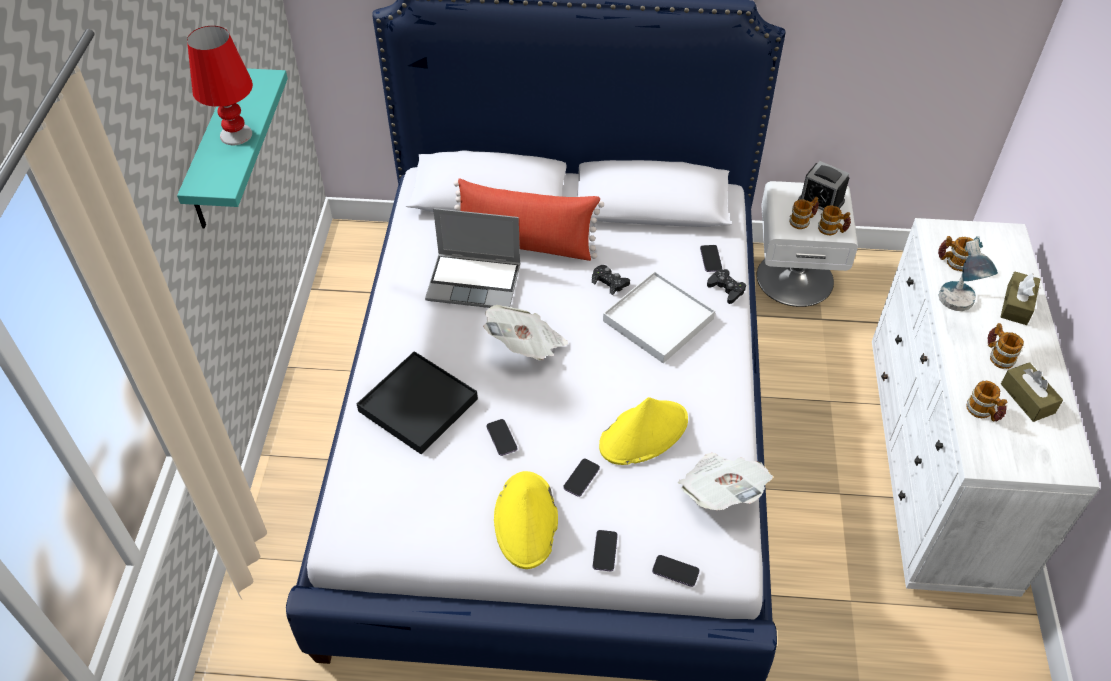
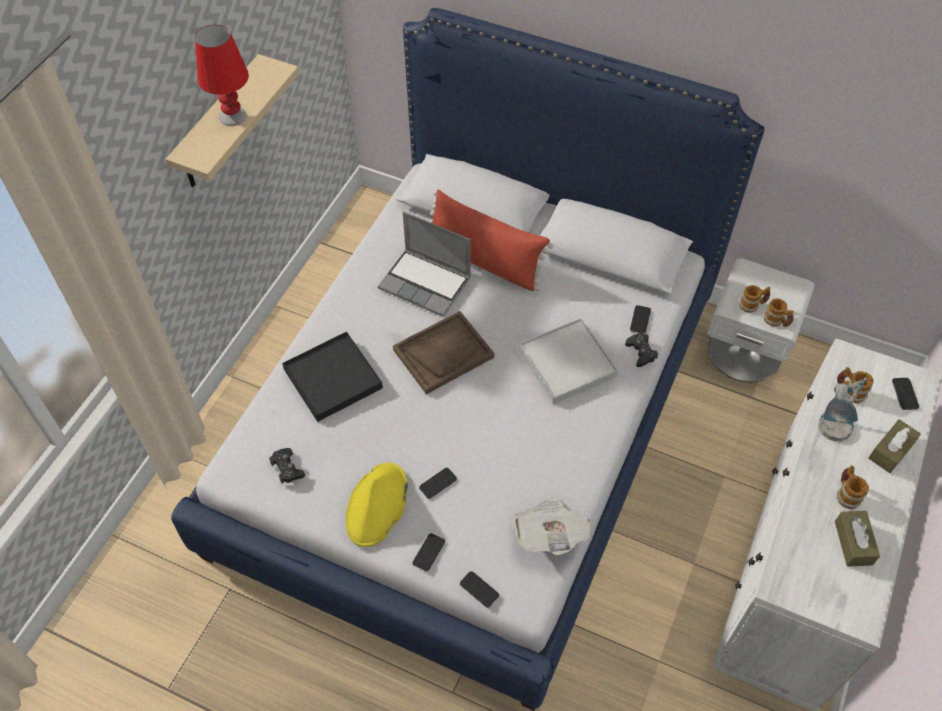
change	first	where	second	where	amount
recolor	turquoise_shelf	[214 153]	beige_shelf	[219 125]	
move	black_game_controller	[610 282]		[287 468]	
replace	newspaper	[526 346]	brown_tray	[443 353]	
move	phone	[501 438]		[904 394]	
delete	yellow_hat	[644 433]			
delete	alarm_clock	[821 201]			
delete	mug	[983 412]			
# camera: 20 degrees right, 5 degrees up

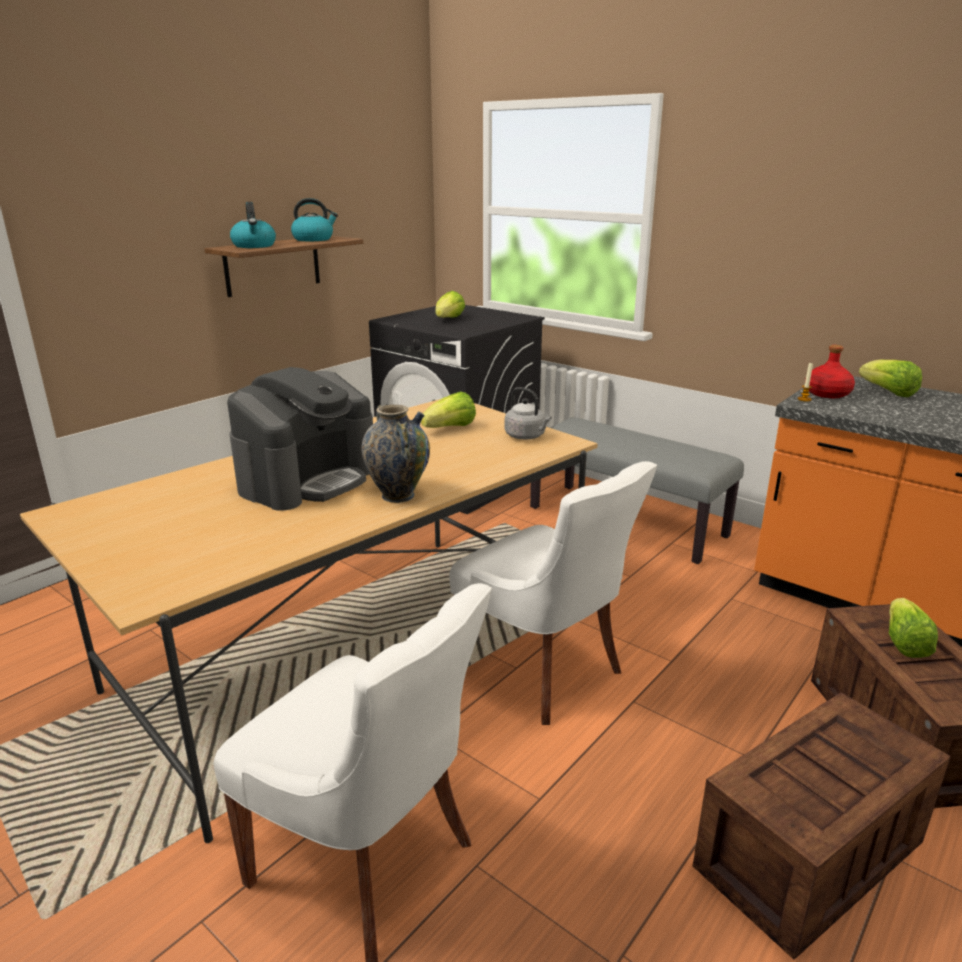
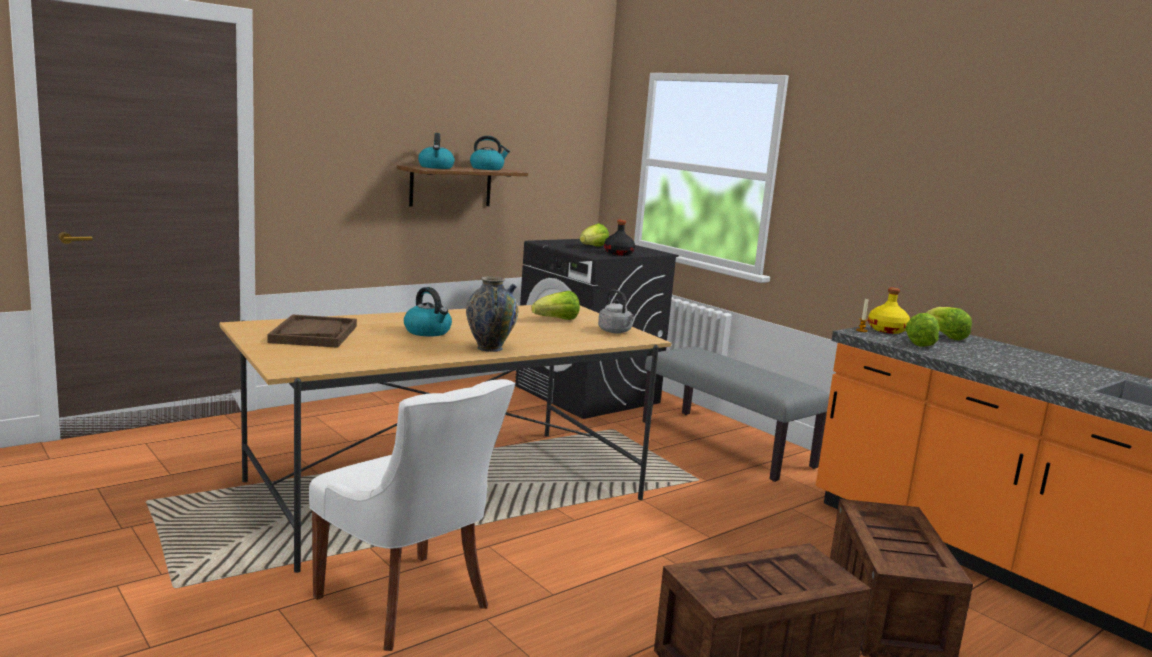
change	first	where	second	where	amount
insert			brown_tray	[314 334]	
replace	coffee_machine	[308 479]	kettle	[428 332]	
insert			black_bottle	[619 253]	
recolor	red_bottle	[827 393]	yellow_bottle	[887 330]	
move	lettuce	[904 643]		[920 343]	
delete	white_chair	[544 672]			
# camera: 10 degrees right, 10 degrees down

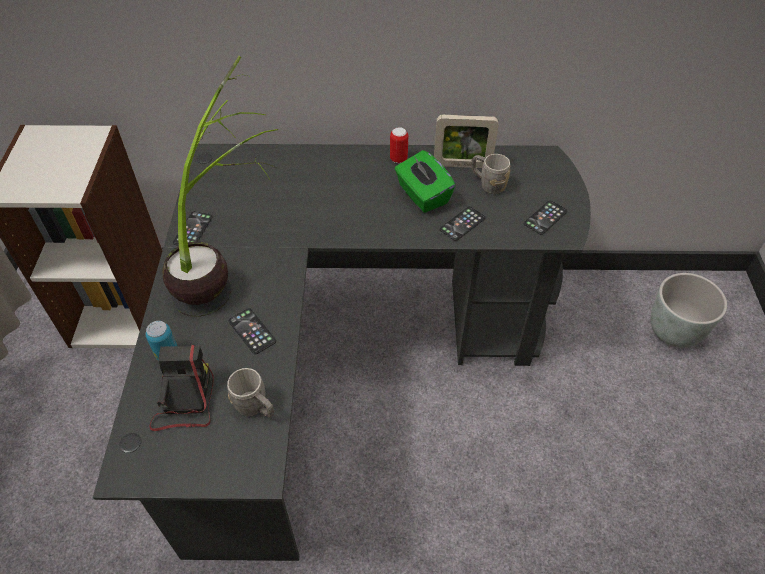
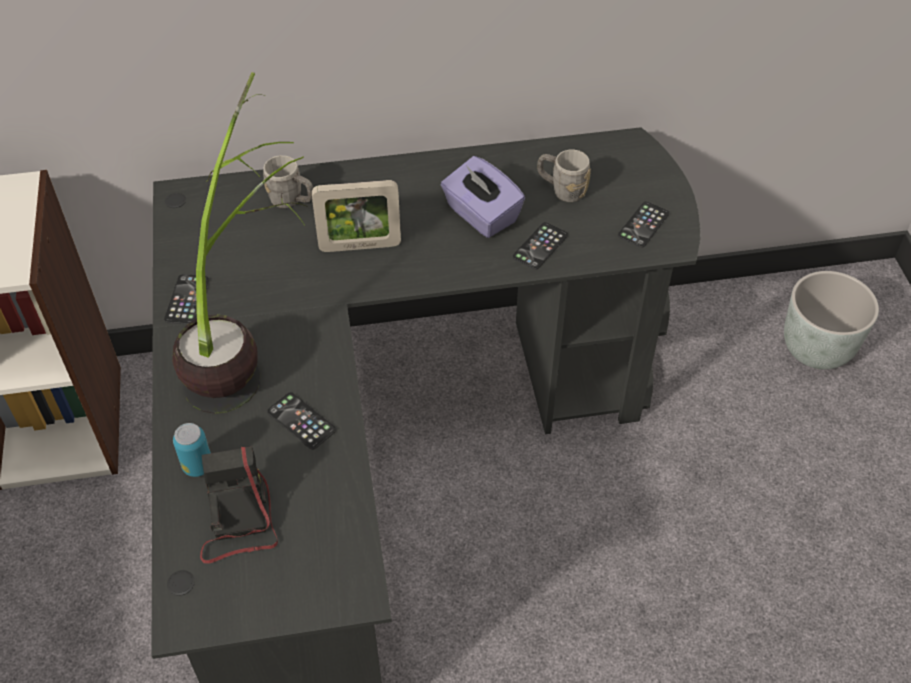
change	first	where	second	where	amount
move	grey_mug	[256 408]		[292 201]	
move	picture_frame	[462 165]		[360 246]	
recolor	green_tissue_box	[422 195]	purple_tissue_box	[481 215]	
delete	can	[398 159]			
# camera: 10 degrees left, 0 degrees up

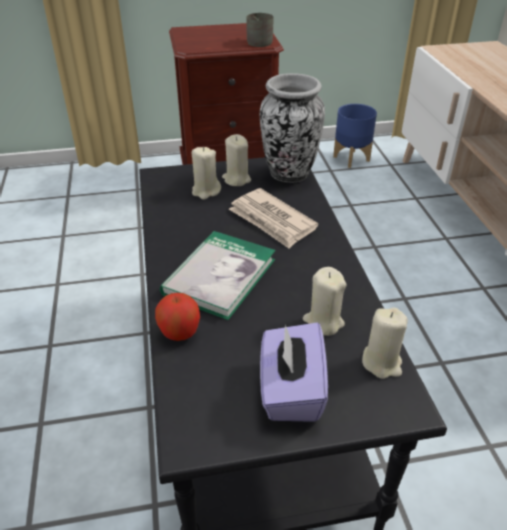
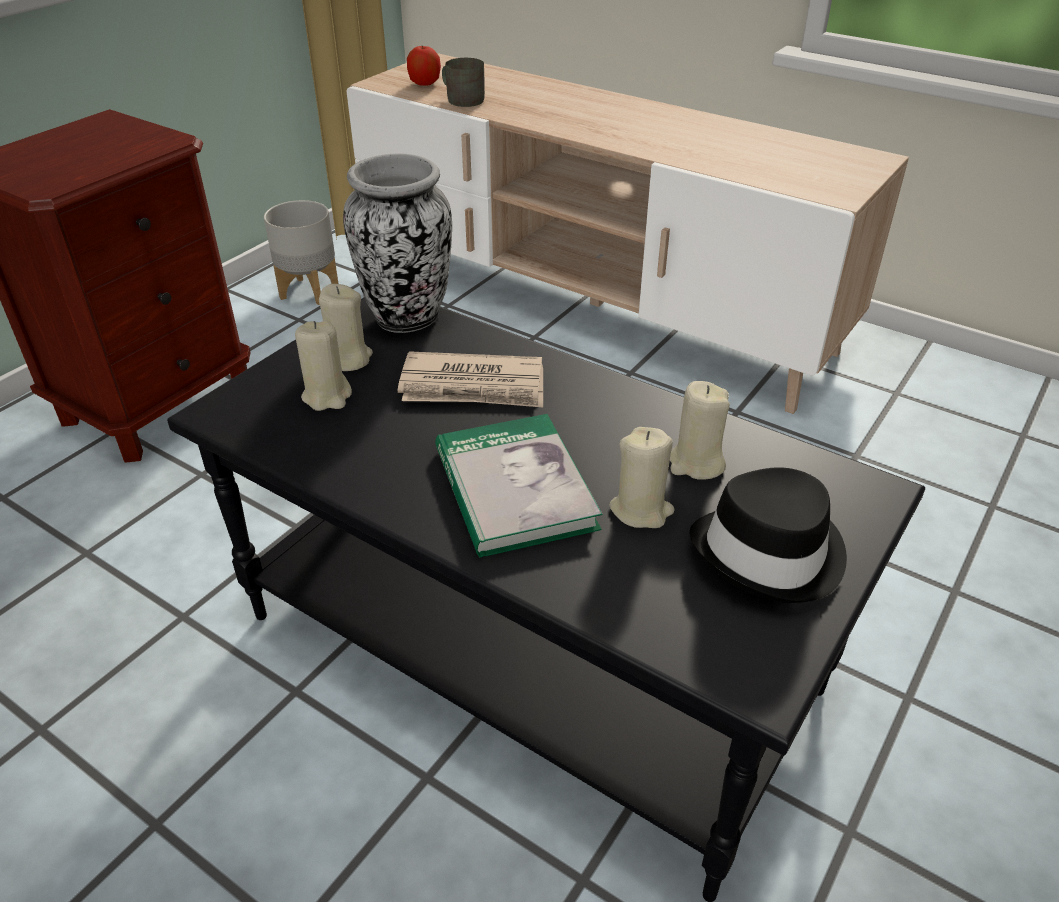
change	first	where	second	where	amount
recolor	blue_planter	[352 158]	grey_planter	[309 290]	
move	apple	[179 332]		[424 84]	
move	grey_mug	[259 41]		[462 99]	
move	beige_candle	[382 362]		[641 510]	
replace	purple_tissue_box	[291 391]	black_hat	[771 553]	
# camera: 45 degrees left, 0 degrees up

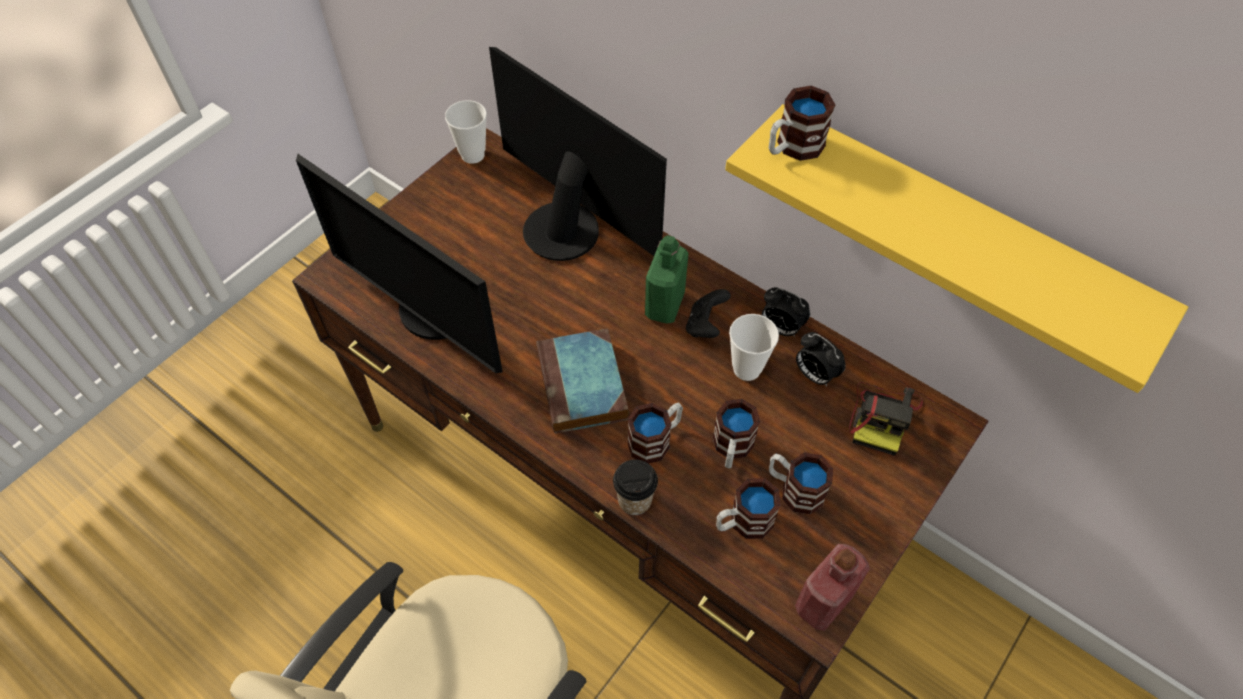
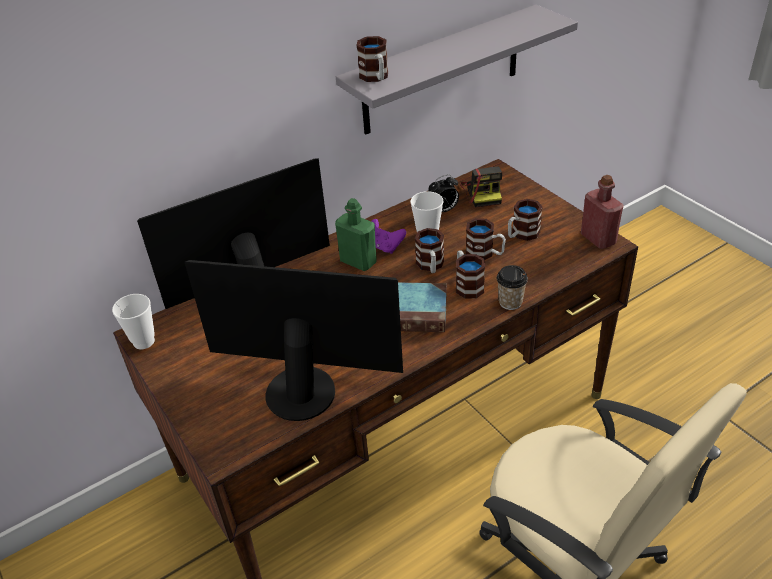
change	first	where	second	where	amount
rotate	monitor	[432 313]		[302 387]	135 degrees counterclockwise
recolor	yellow_shelf	[952 237]	grey_shelf	[442 71]	
recolor	black_game_controller	[705 325]	purple_game_controller	[384 247]	
move	mug	[743 522]		[430 266]	
rotate	photo_camera	[882 417]		[483 192]	45 degrees clockwise
delete	alarm_clock	[780 328]			
# camera: 70 degrees left, 15 degrees down

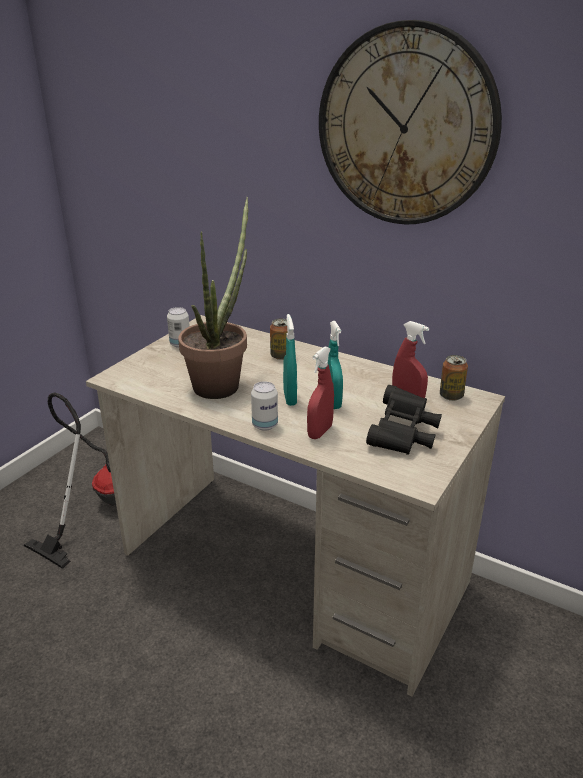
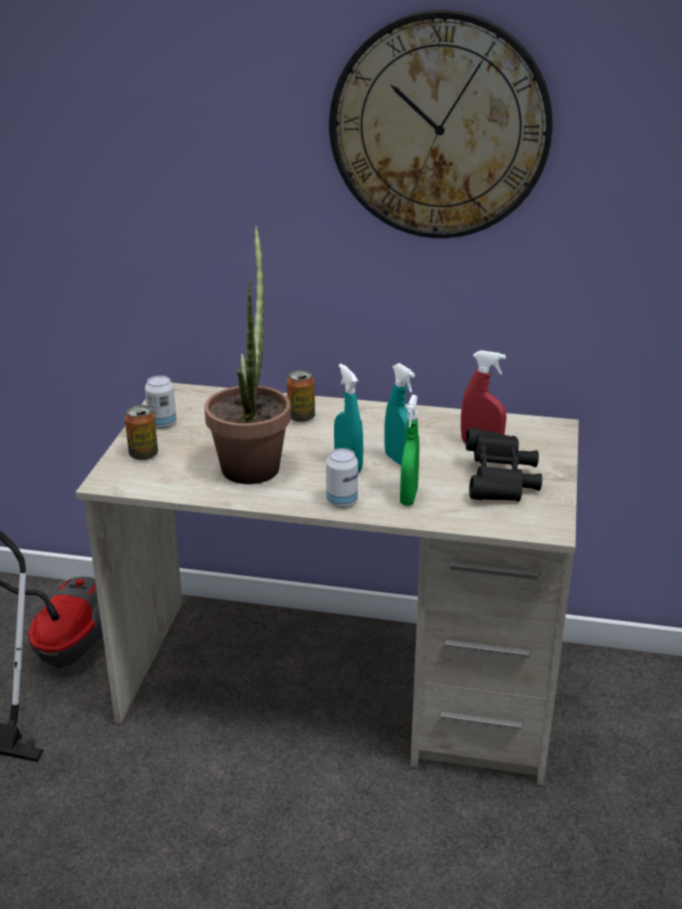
change	first	where	second	where	amount
move	can	[451 396]		[143 455]	
recolor	red_spray_bottle	[320 432]	green_spray_bottle	[408 496]	
# camera: 20 degrees left, 0 degrees up

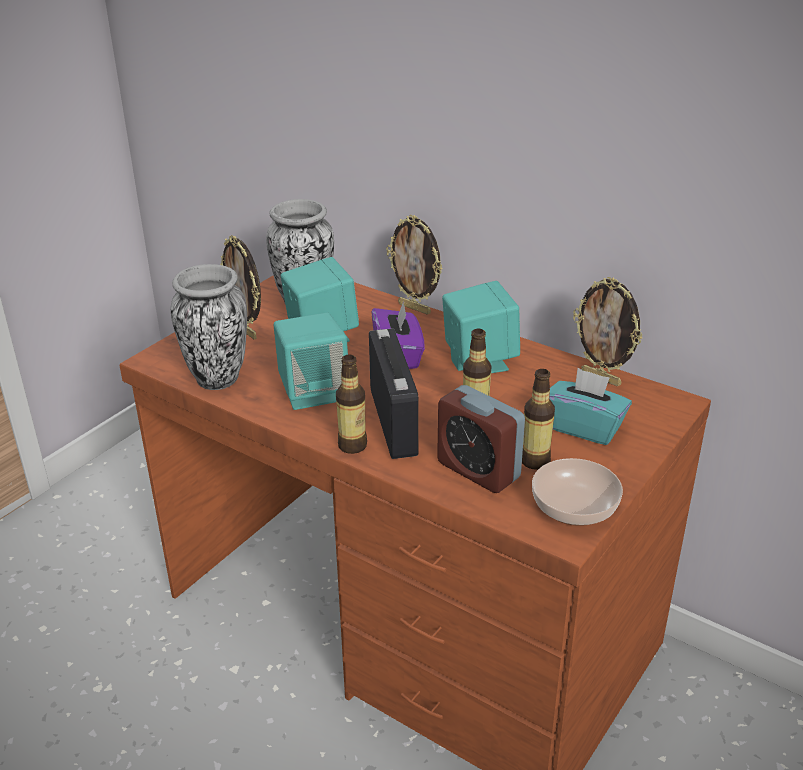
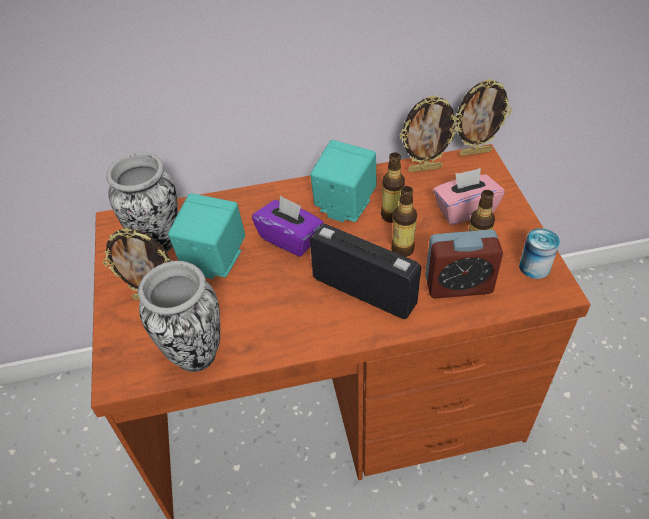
change	first	where	second	where	amount
move	bottle	[352 445]		[391 215]	
recolor	turquoise_tissue_box	[584 427]	pink_tissue_box	[464 210]	
move	picture_frame	[415 308]		[475 152]	
replace	bowl	[574 506]	can	[534 267]	
delete	turquoise_speaker	[314 392]			
# camera: 45 degrees left, 15 degrees up

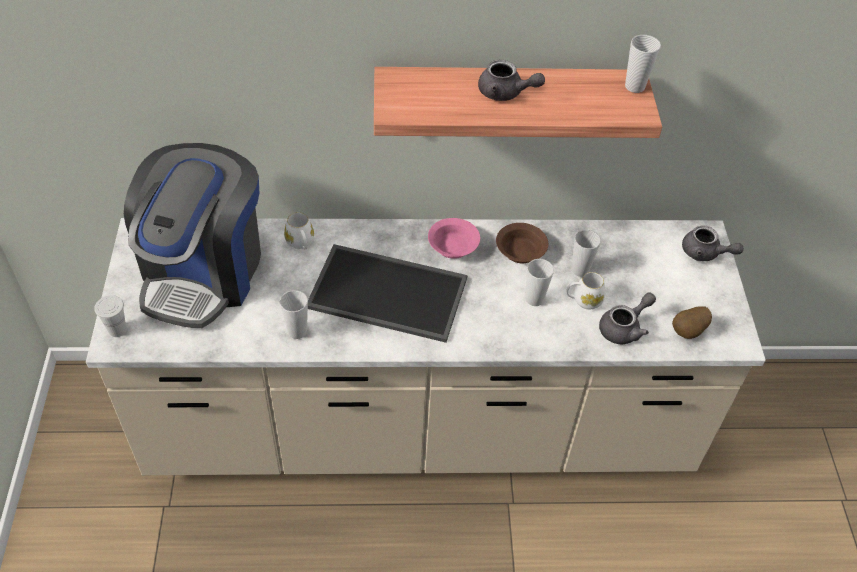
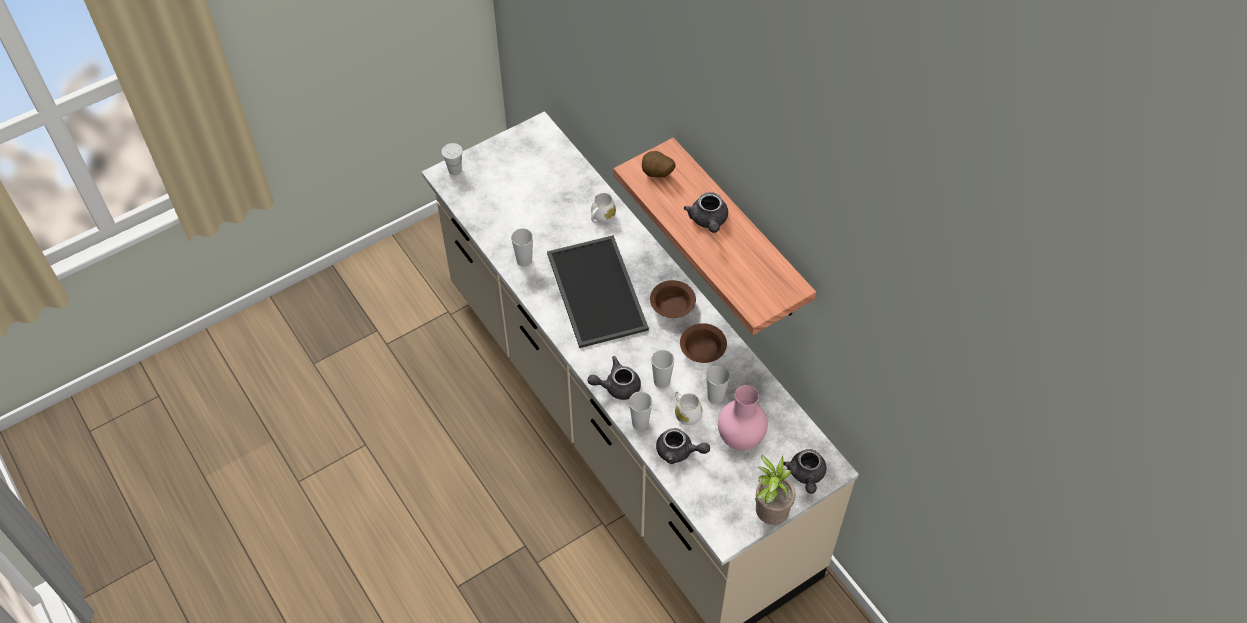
change	first	where	second	where	amount
insert			grey_teapot	[617 386]	
move	cup	[635 86]		[640 423]	
move	potato	[688 332]		[657 174]	
recolor	pink_bowl	[453 247]	brown_bowl	[671 307]	
insert			pink_vase	[741 440]	
insert			potted_plant	[769 514]	
delete	coffee_machine	[204 272]			
# camera: 60 degrees right, 5 degrees up

